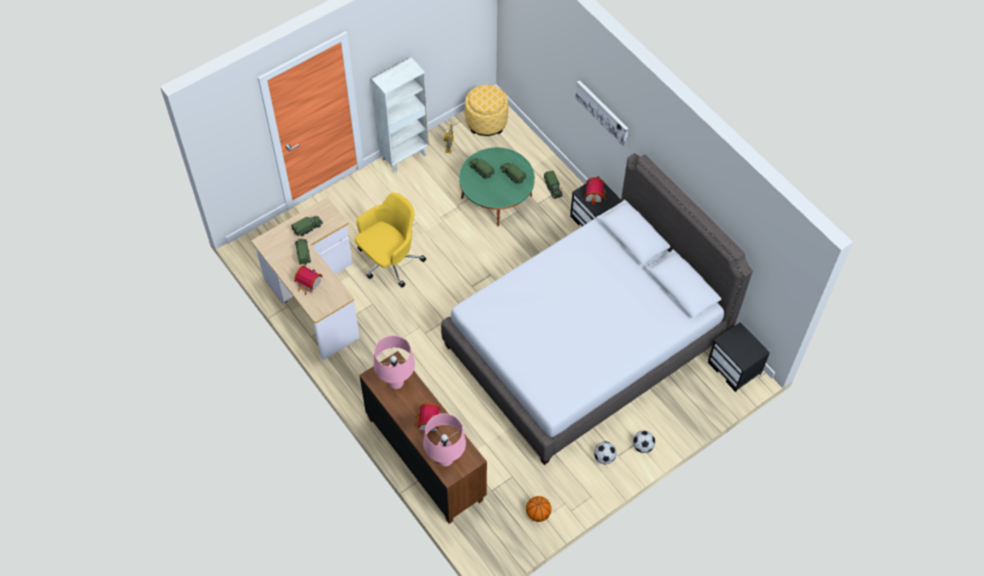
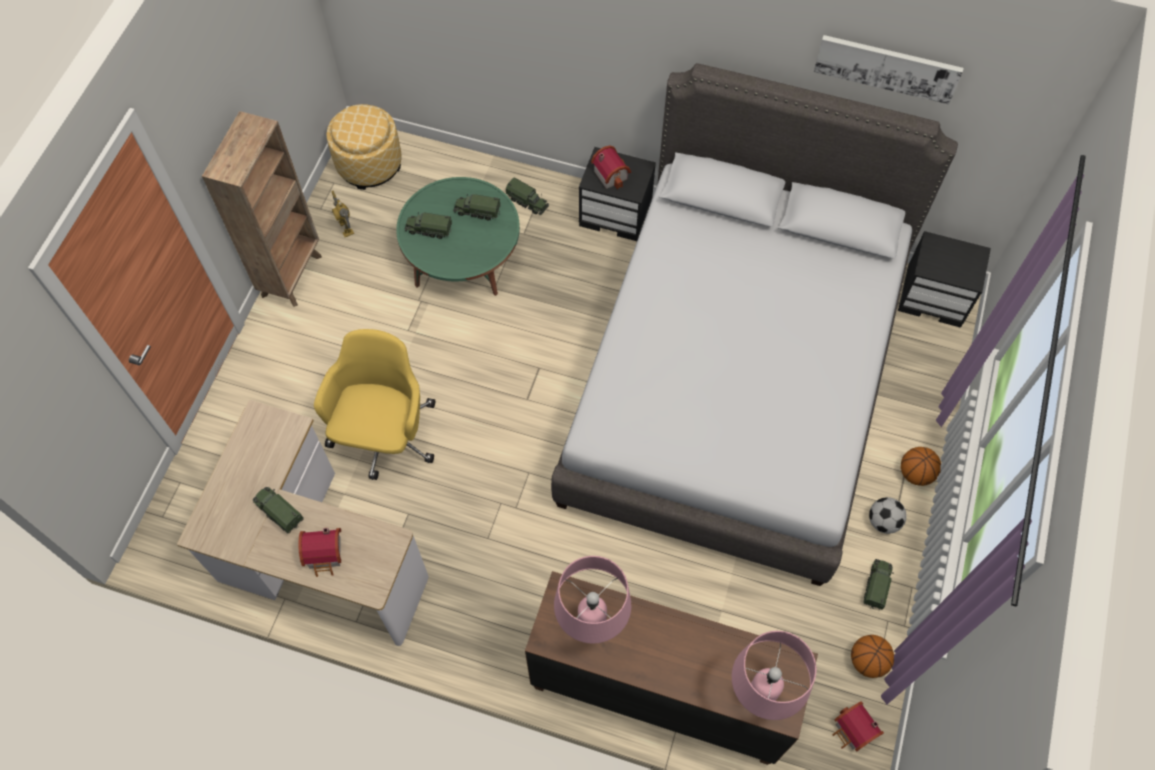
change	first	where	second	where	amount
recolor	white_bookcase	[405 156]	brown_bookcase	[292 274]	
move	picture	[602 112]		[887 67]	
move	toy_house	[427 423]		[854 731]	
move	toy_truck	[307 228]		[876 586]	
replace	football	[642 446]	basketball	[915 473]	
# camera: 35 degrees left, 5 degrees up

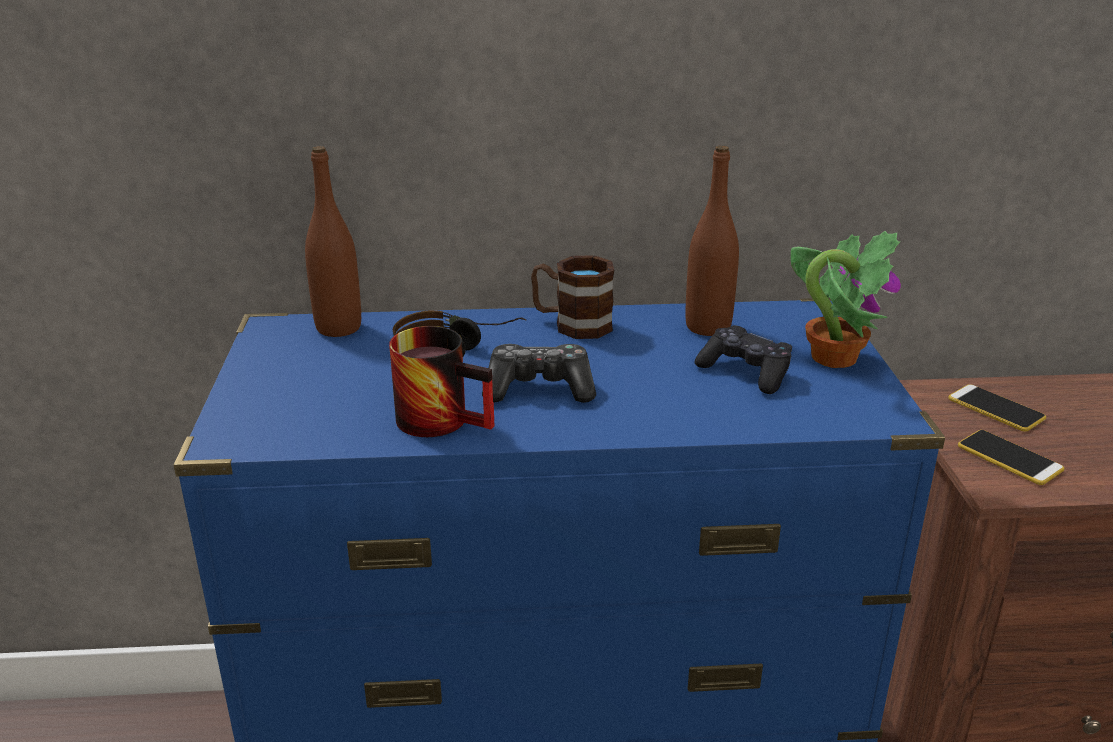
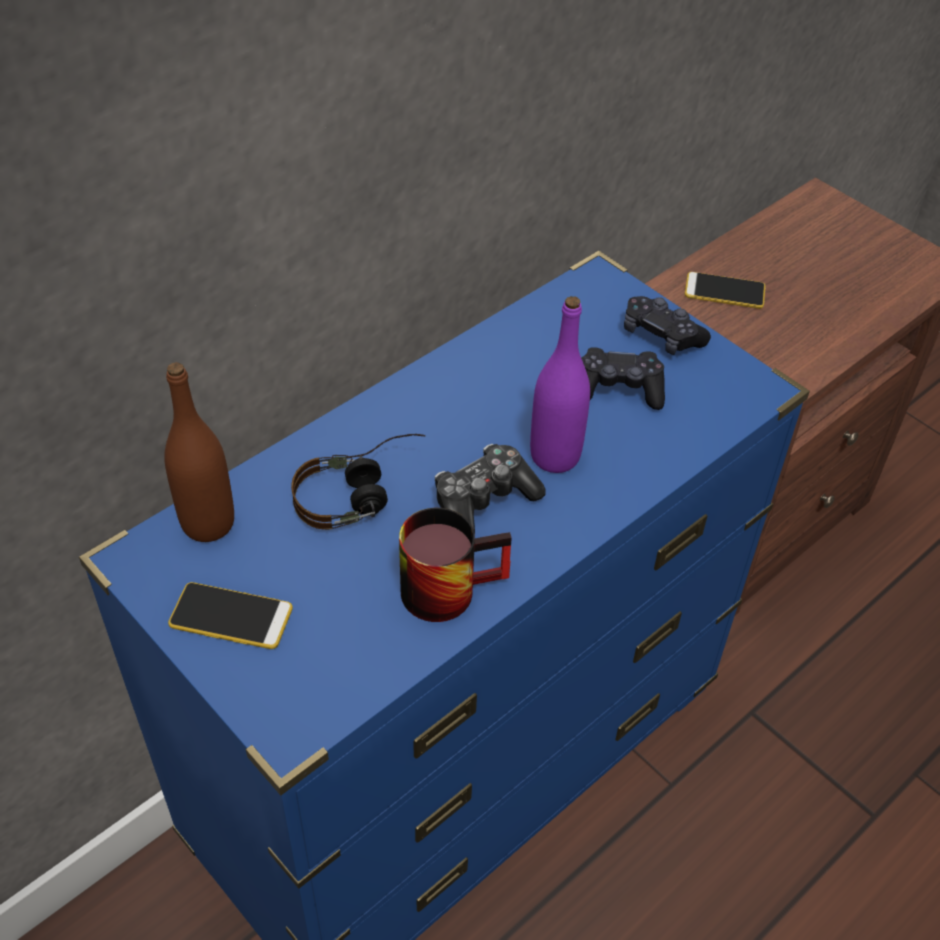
change	first	where	second	where	amount
move	phone	[1009 458]		[231 616]	
insert			purple_bottle	[555 456]	
replace	potted_plant	[832 357]	black_game_controller	[661 335]	
delete	brown_mug	[572 324]			
delete	brown_bottle	[708 327]			
# camera: 40 degrees left, 20 degrees up

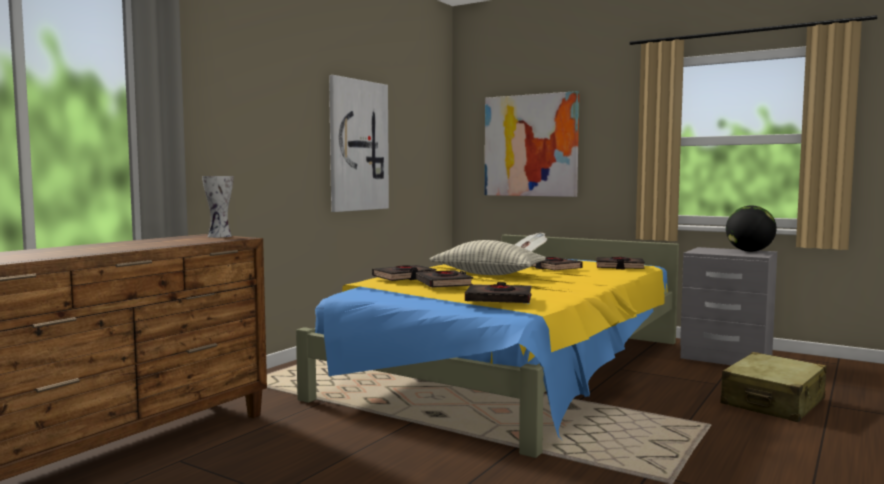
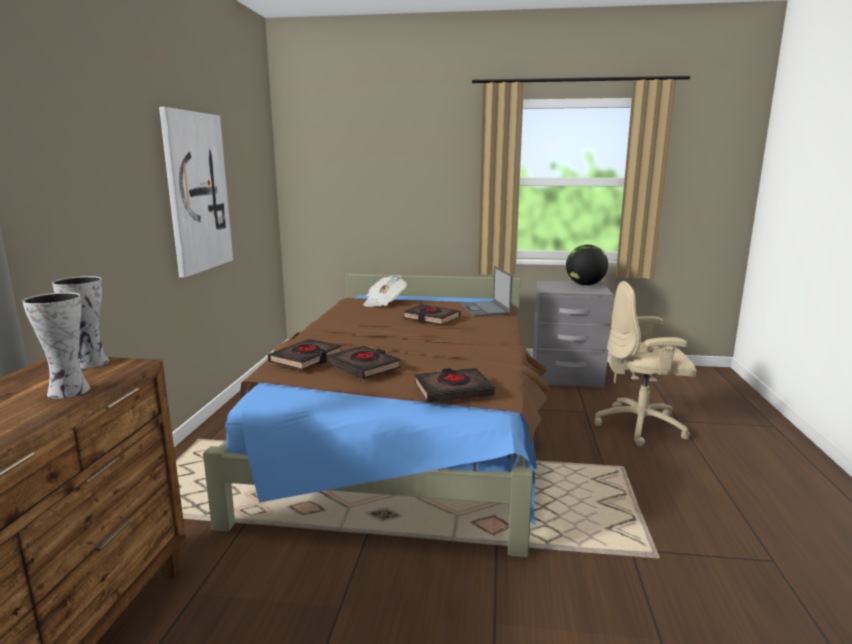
change	first	where	second	where	amount
insert			vase	[67 392]	
recolor	yellow_bed	[513 369]	brown_bed	[408 426]	
replace	black_book	[619 267]	laptop	[485 309]	
replace	beige_suitcase	[773 402]	beige_office_chair	[641 426]	
delete	pillow	[488 274]			
delete	picture	[530 145]			
# camera: 25 degrees left, 10 degrees up

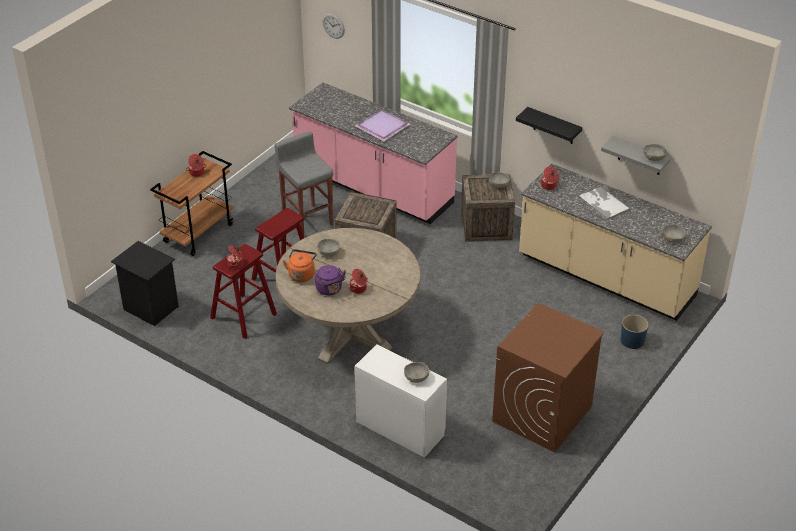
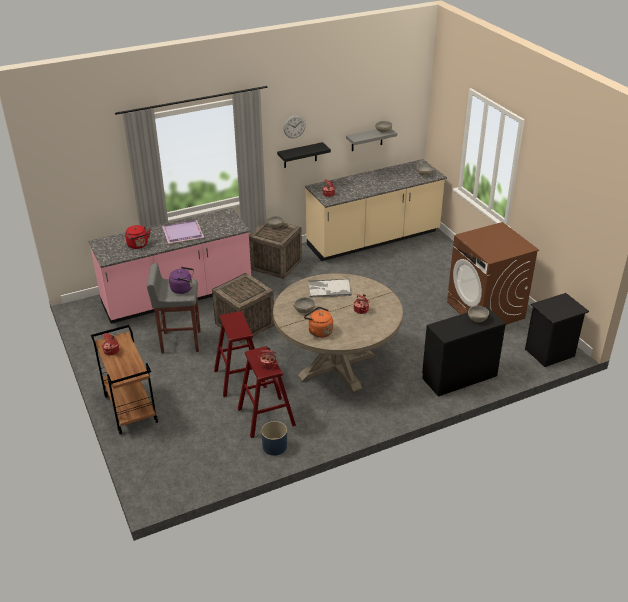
change	first	where	second	where	amount
insert			red_kettle	[138 245]	
move	purple_kettle	[330 290]		[183 289]	
move	blue_planter	[632 340]		[275 446]	
move	wall_clock	[333 25]		[294 126]	
move	tray	[603 203]		[329 289]	
recolor	white_dresser	[400 427]	black_dresser	[458 376]	
move	black_nightstand	[150 308]		[550 353]	
# camera: 60 degrees left, 5 degrees down

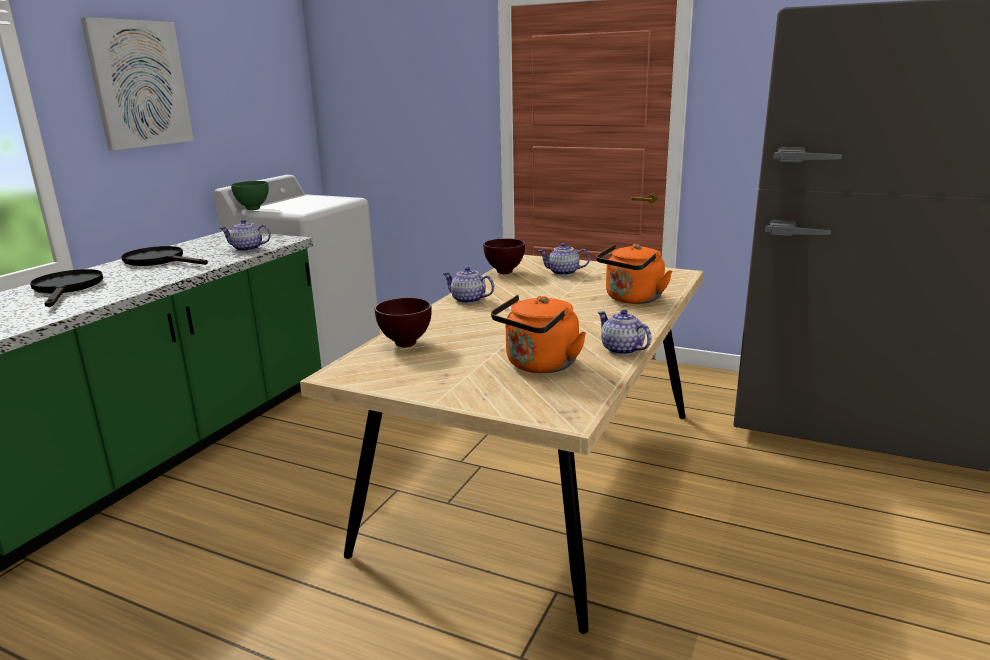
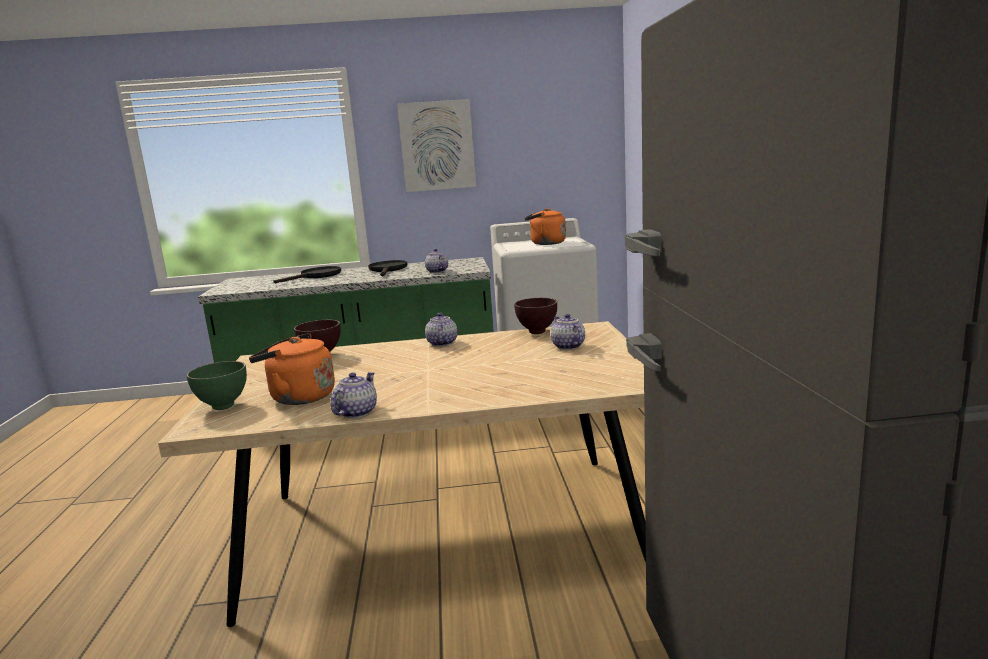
change	first	where	second	where	amount
move	green_bowl	[252 209]		[222 407]	
move	orange_kettle	[632 299]		[545 243]	
# camera: 60 degrees right, 5 degrees down

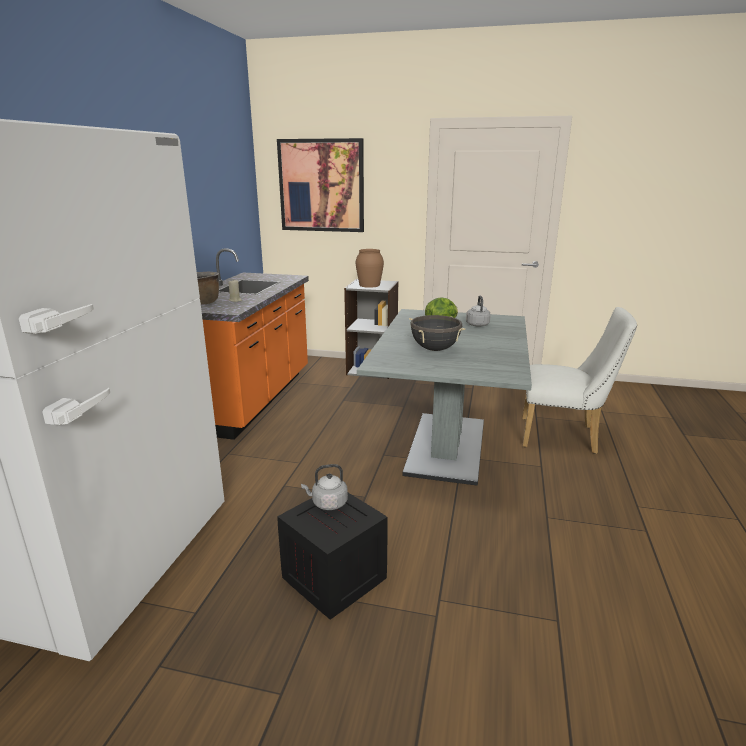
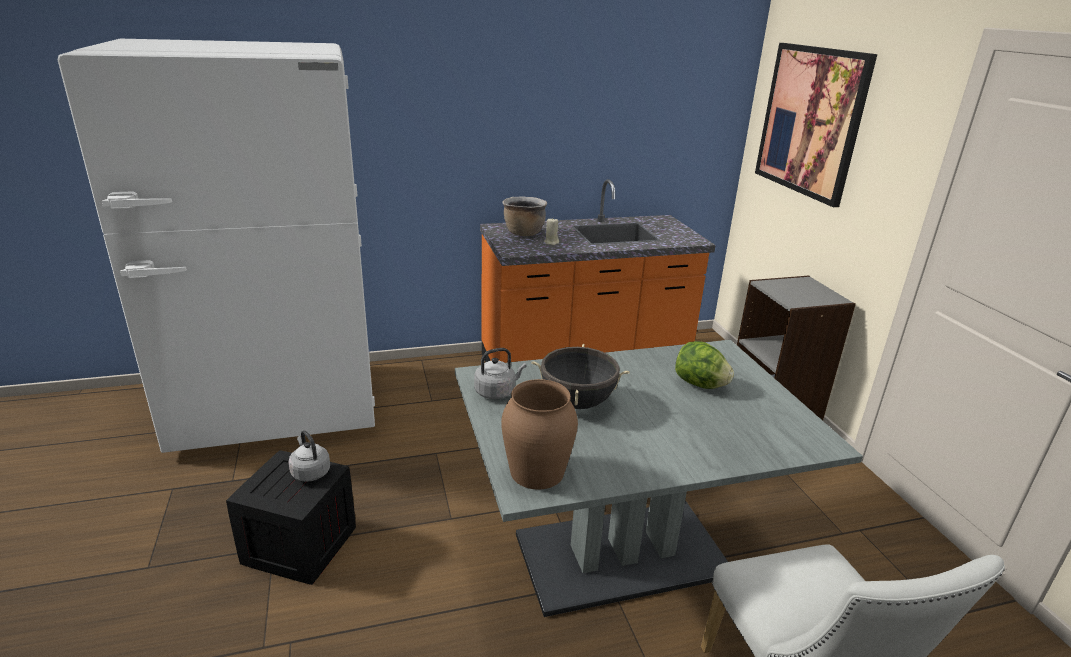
change	first	where	second	where	amount
move	grey_kettle	[477 324]		[497 392]	
move	brown_vase	[369 285]		[537 472]	
# camera: 60 degrees right, 5 degrees up

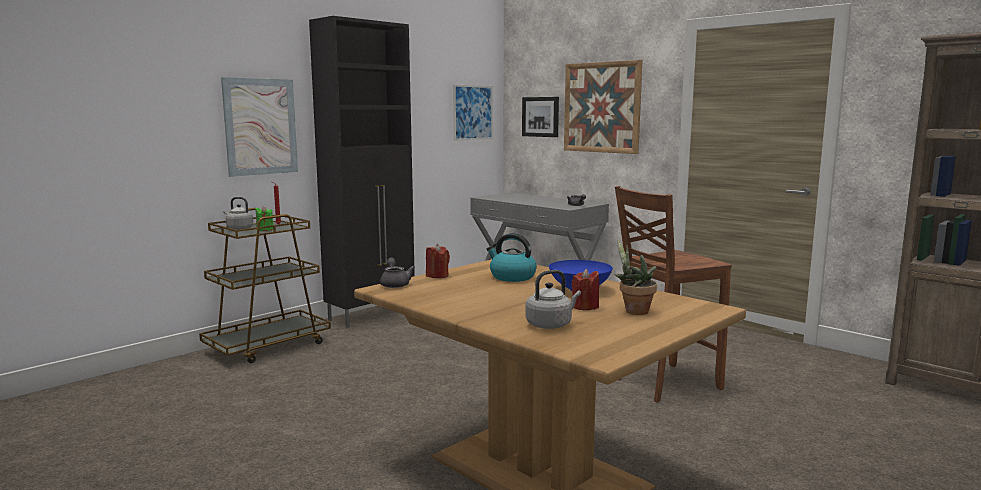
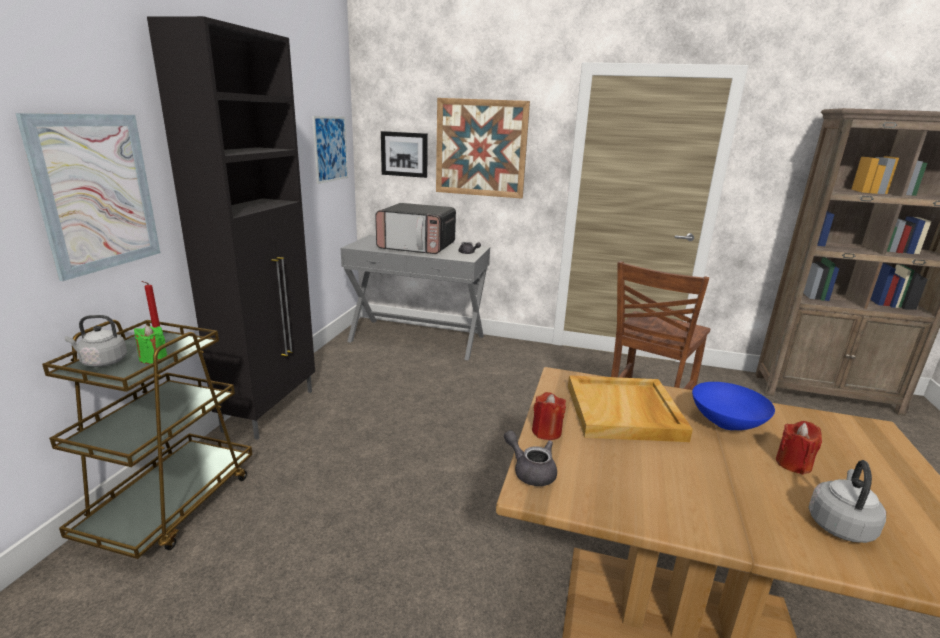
change	first	where	second	where	amount
insert			microwave	[417 247]	
replace	kettle	[511 277]	beige_tray	[624 412]	
delete	potted_plant	[633 311]			
# camera: 30 degrees left, 10 degrees up

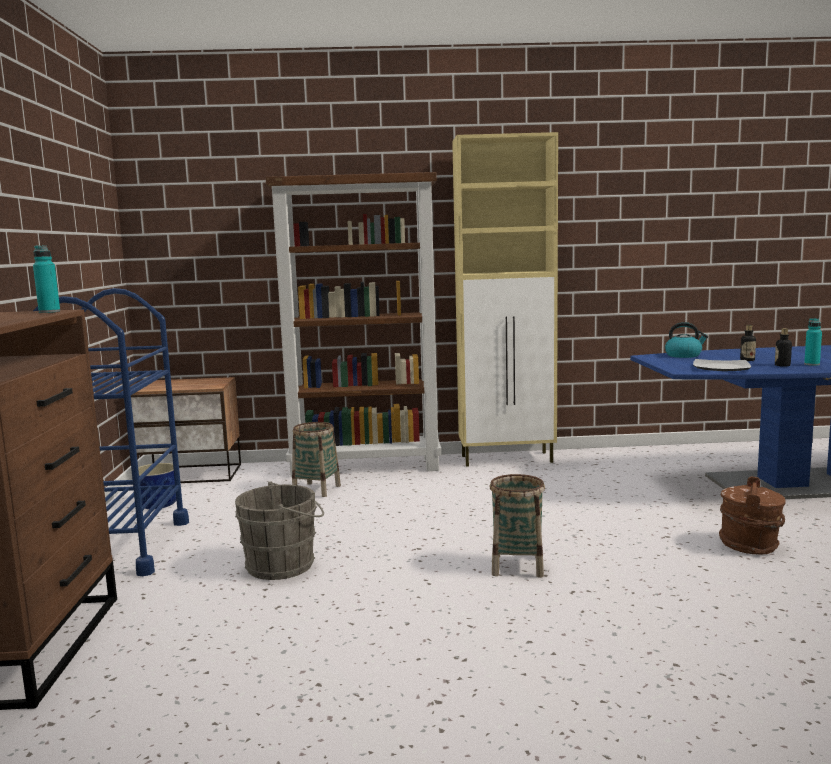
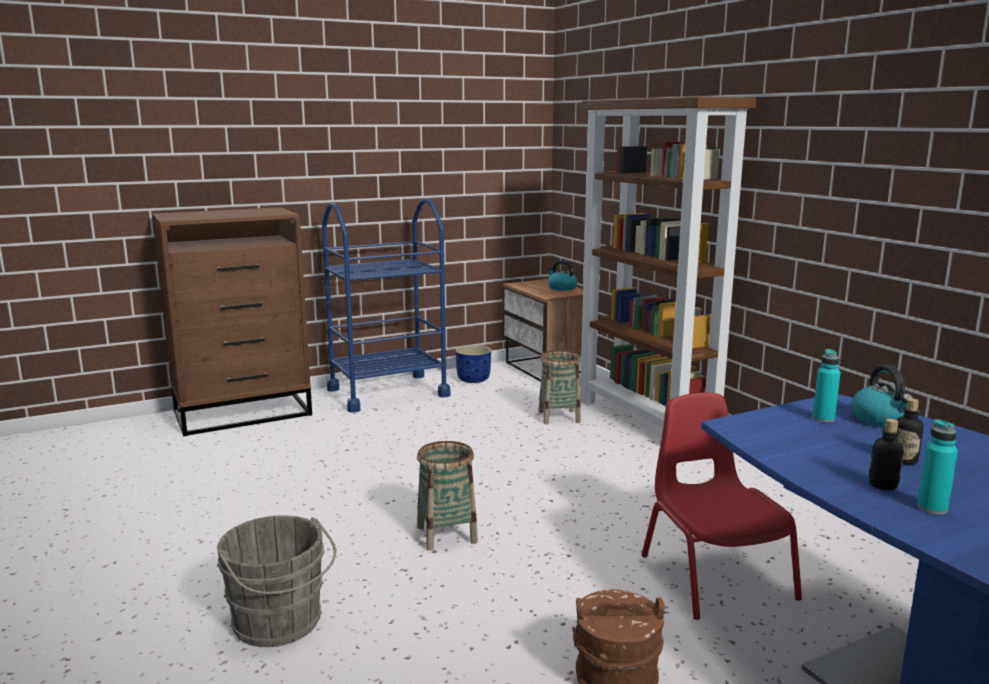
change	first	where	second	where	amount
move	grey_bucket	[285 565]		[280 624]	
insert			kettle	[561 288]	
insert			red_chair	[715 576]	
move	turquoise_bottle	[49 312]		[823 419]	
delete	beige_cabinet	[508 459]			
delete	plate	[721 367]			
# camera: 65 degrees right, 5 degrees up

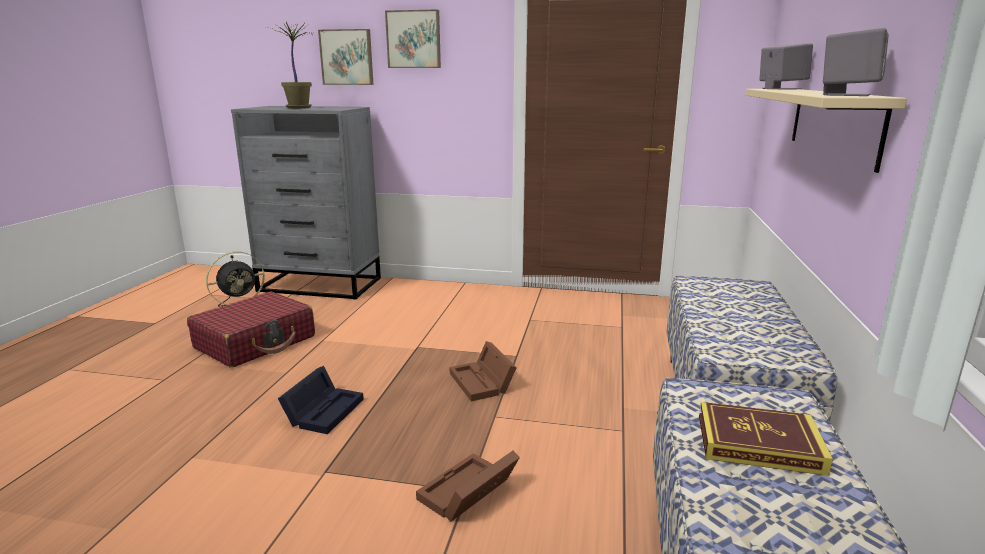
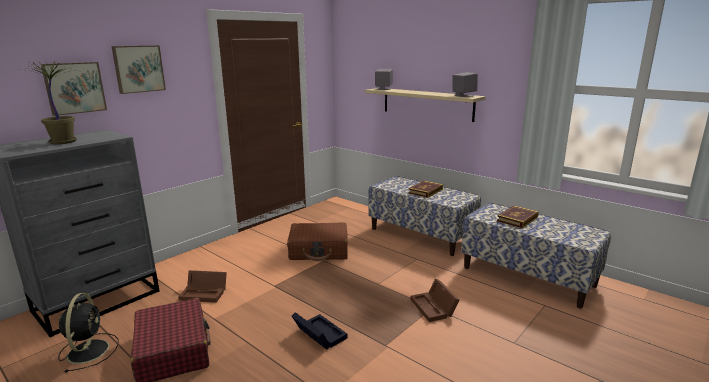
change	first	where	second	where	amount
move	brown_storage_box	[483 383]		[205 293]	
insert			brown_suitcase	[319 250]	
insert			book	[425 191]	
# camera: 60 degrees left, 0 degrees up

